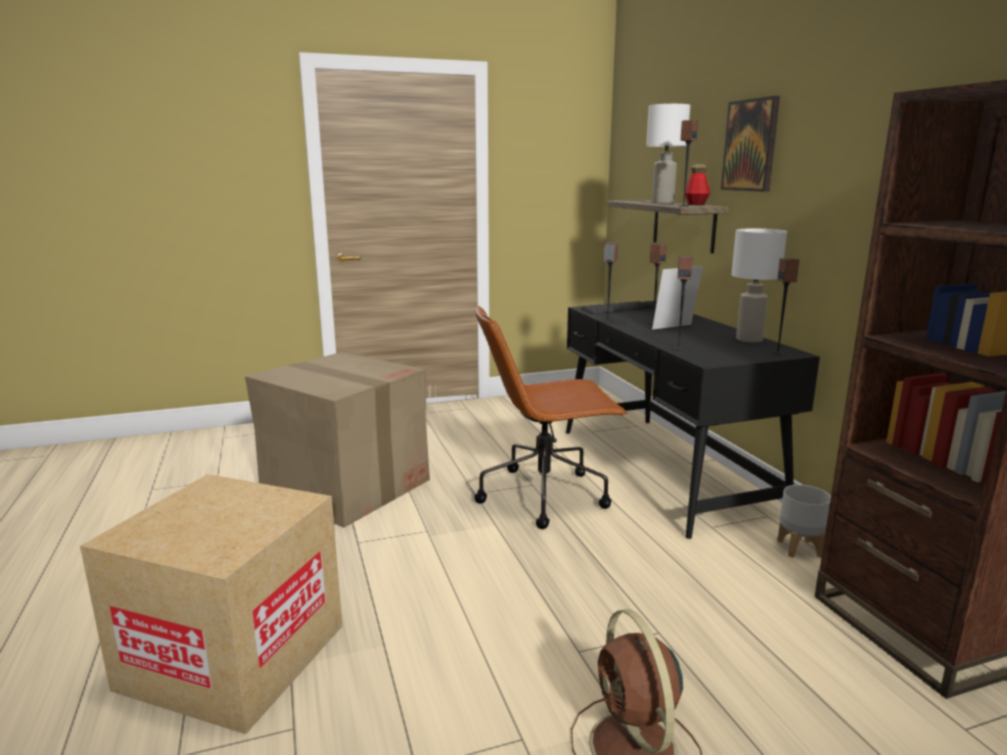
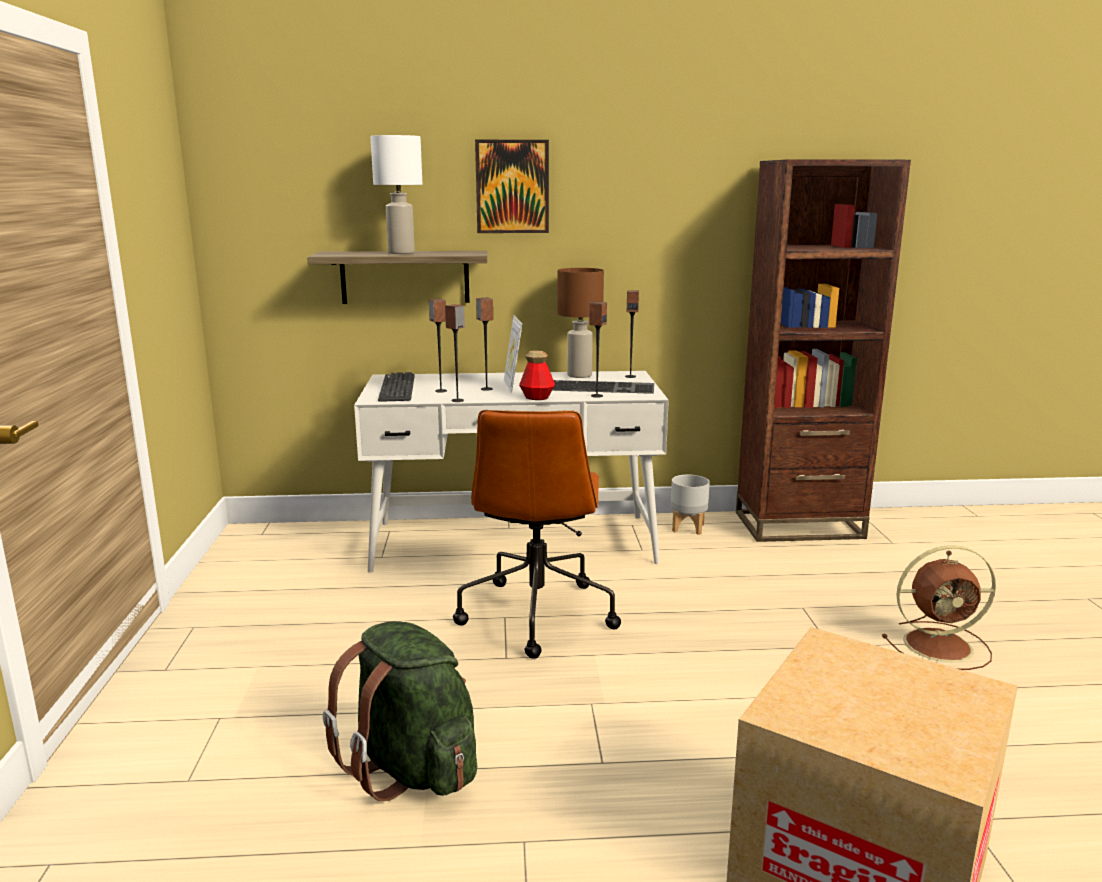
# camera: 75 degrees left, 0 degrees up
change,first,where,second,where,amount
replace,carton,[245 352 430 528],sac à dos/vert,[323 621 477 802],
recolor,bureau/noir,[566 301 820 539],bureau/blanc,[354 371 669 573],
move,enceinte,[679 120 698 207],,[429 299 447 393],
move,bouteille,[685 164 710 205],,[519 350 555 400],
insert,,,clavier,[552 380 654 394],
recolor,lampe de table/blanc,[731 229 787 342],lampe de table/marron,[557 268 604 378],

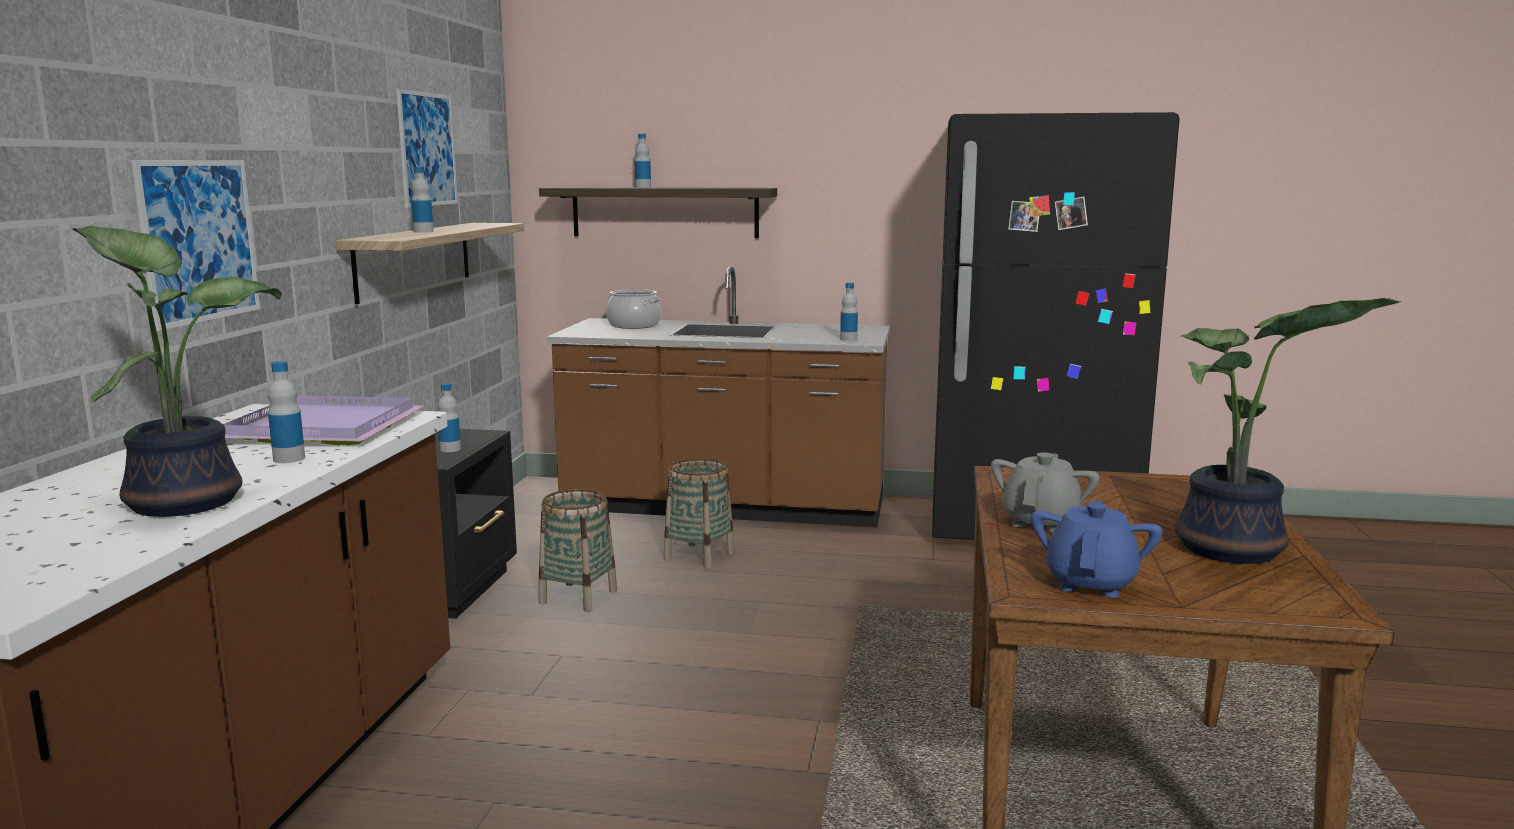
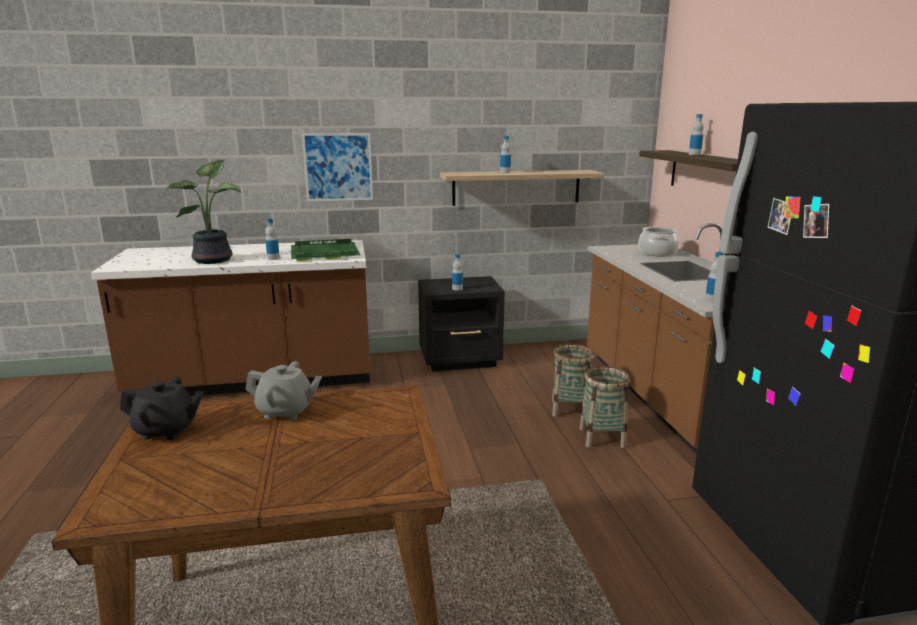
# camera: 70 degrees right, 5 degrees up
change,first,where,second,where,amount
recolor,théière/bleu,[1031 500 1163 598],théière/noir,[120 377 204 440],
recolor,plateau/violet,[223 395 424 446],plateau/vert,[291 239 360 261],
move,panier,[539 489 617 612],,[580 366 630 448],
delete,tableau,[396 89 458 208],,,
delete,plante en pot,[1175 298 1401 564],,,

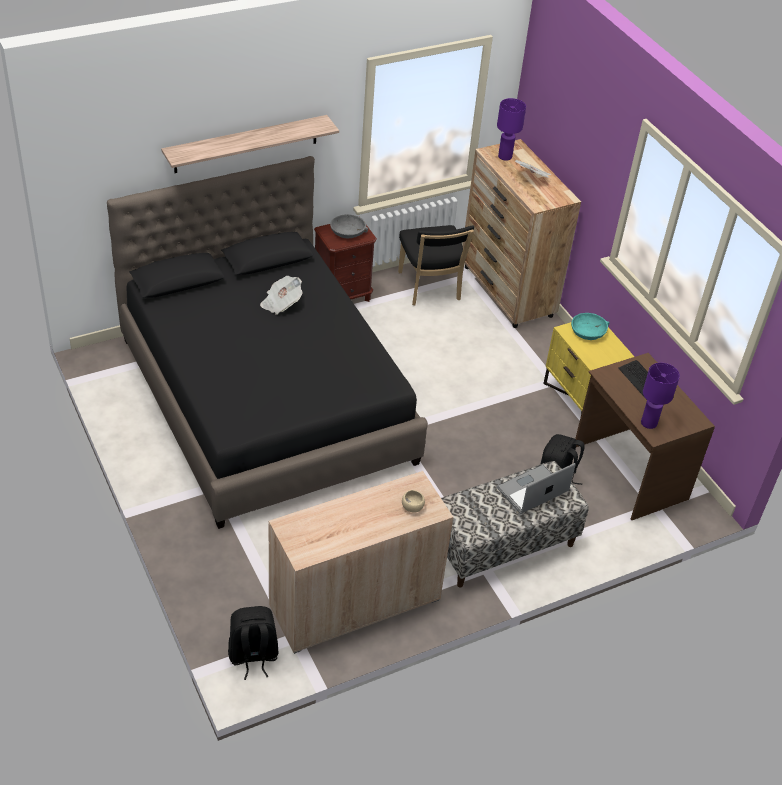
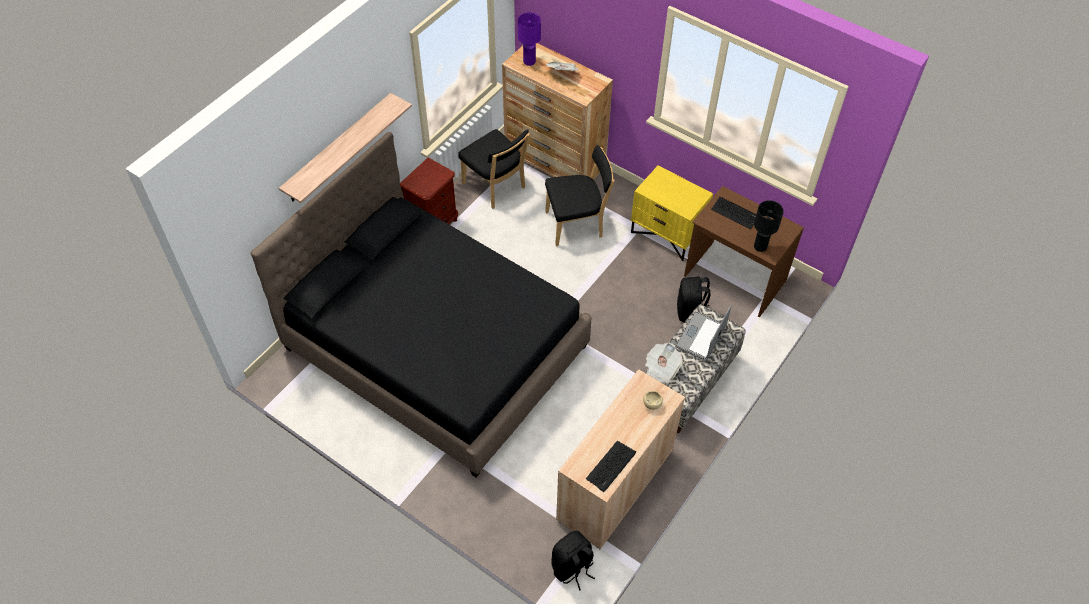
# camera: 25 degrees left, 10 degrees up
change,first,where,second,where,amount
insert,,,chaise/noir,[545 145 614 246],
insert,,,clavier,[586 441 636 492],
move,journal,[260 276 303 315],,[645 343 683 383],
recolor,lampe de table/violet,[641 363 680 429],lampe de table/noir,[754 200 784 252],
delete,bol/gris,[330 214 368 238],,,
delete,bol/turquoise,[571 313 610 340],,,

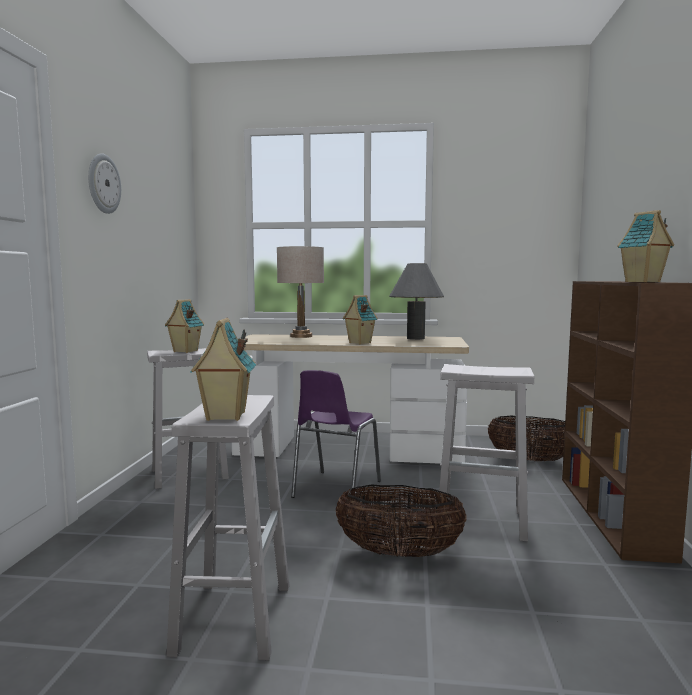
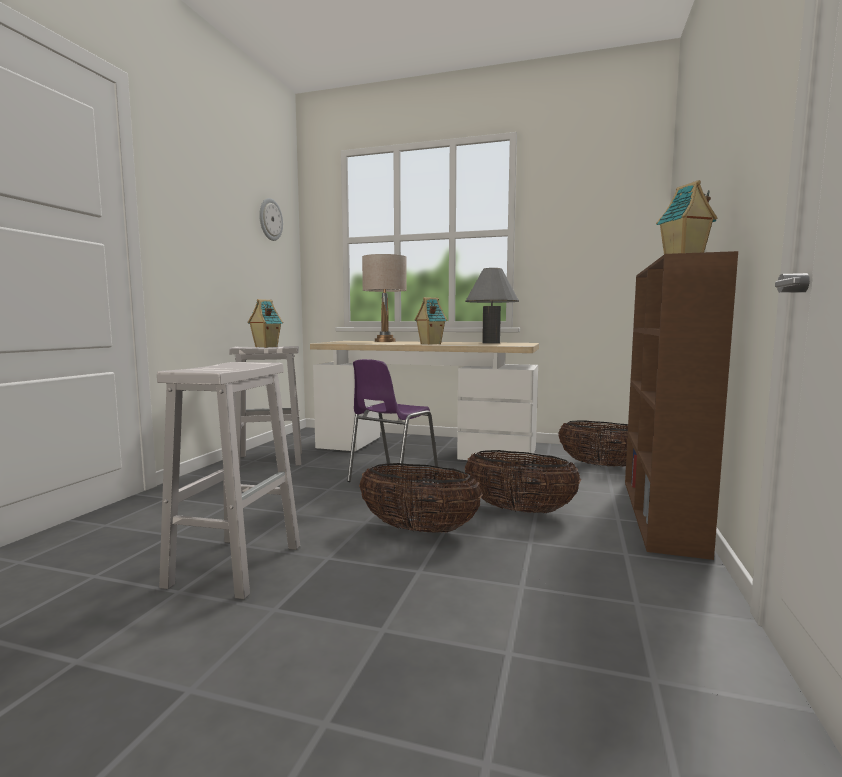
# camera: 10 degrees right, 0 degrees up
change,first,where,second,where,amount
move,horloge murale,[88 153 121 214],,[259 198 283 241],
replace,tabouret/blanc,[439 364 534 542],panier,[465 450 581 513],
delete,maison miniature,[191 318 256 421],,,

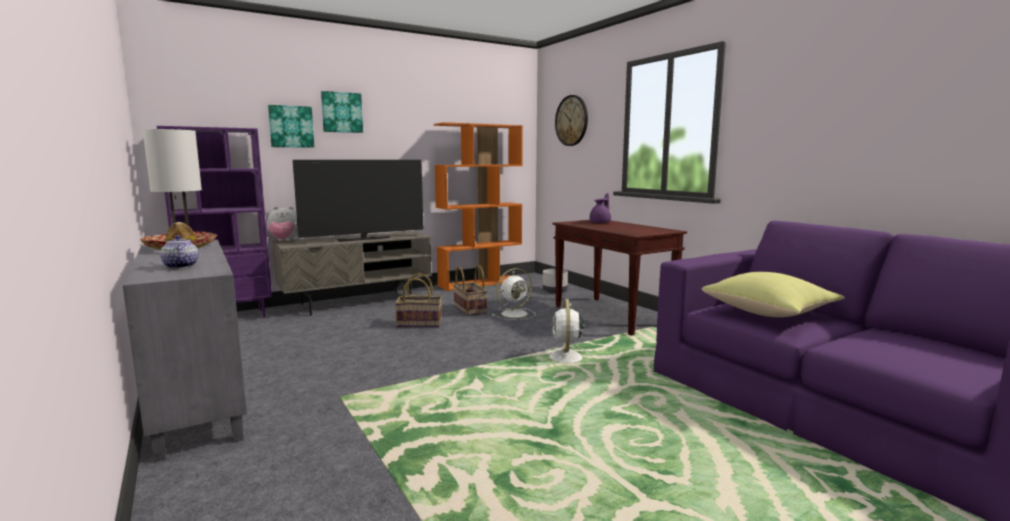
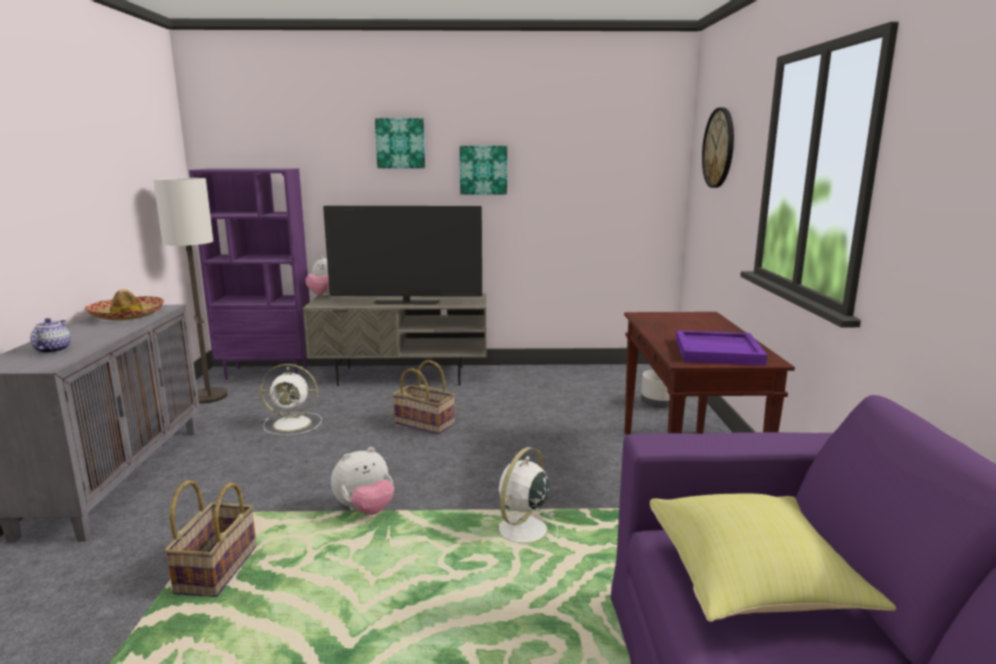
# camera: 30 degrees right, 5 degrees up
change,first,where,second,where,amount
move,panier,[453 265 487 316],,[164 480 257 597],
move,ventilateur/blanc,[492 268 536 320],,[260 364 322 435],
insert,,,peluche,[331 447 394 515],
move,tableau,[268 105 314 148],,[460 146 507 194],
insert,,,plateau/violet,[676 330 767 366],
delete,bibliothèque/orange,[434 122 523 291],,,
delete,théière/violet,[590 193 611 223],,,

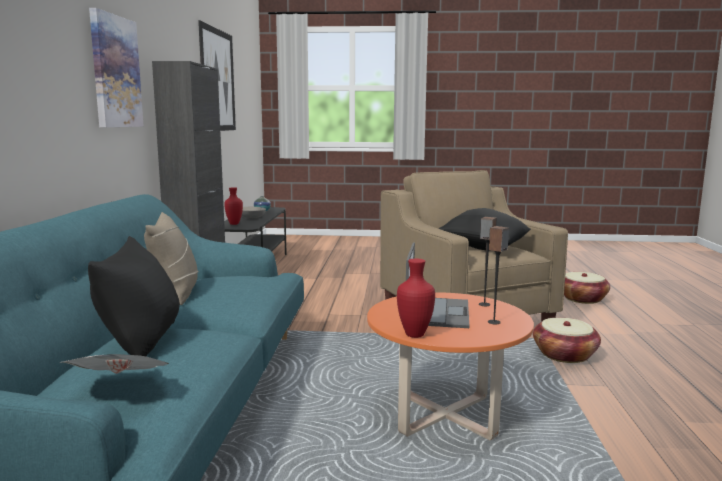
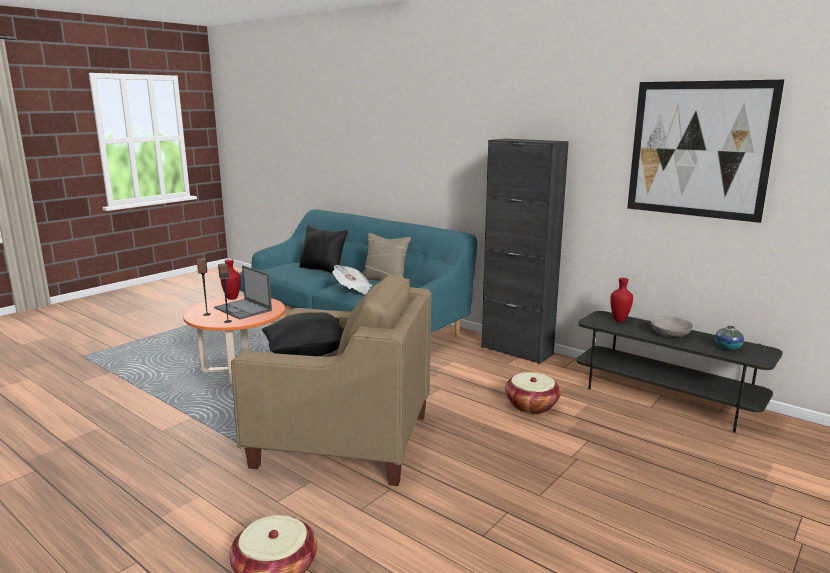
# camera: 125 degrees right, 5 degrees up
change,first,where,second,where,amount
move,journal,[61 354 168 374],,[332 265 372 294],
move,panier,[533 318 601 363],,[505 372 561 414],
delete,tableau,[89 8 144 127],,,

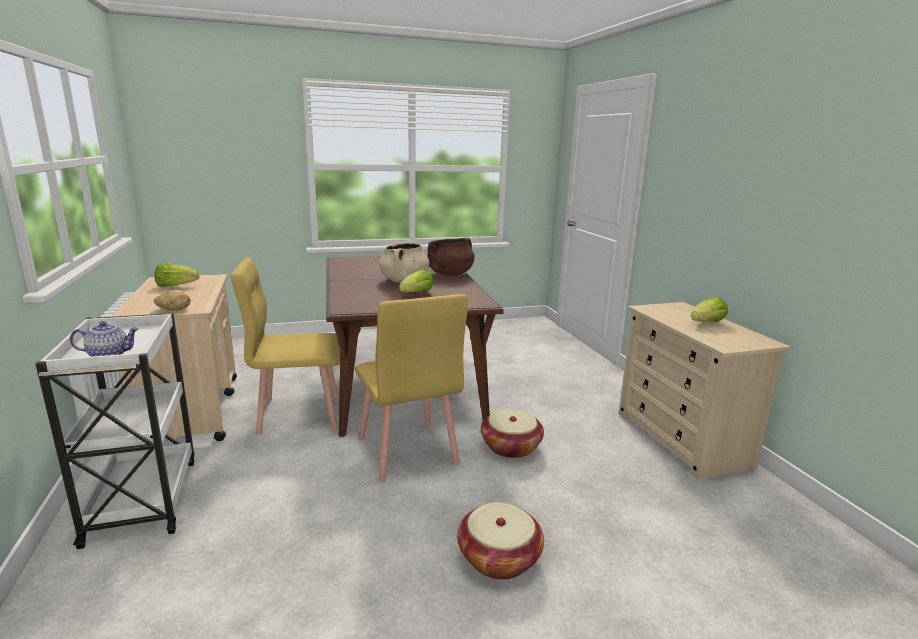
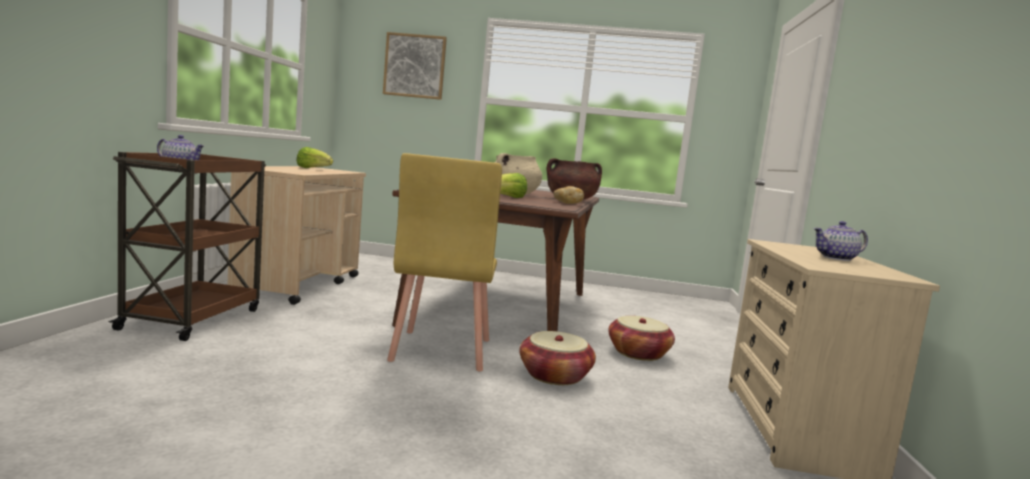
# camera: 25 degrees right, 10 degrees down
change,first,where,second,where,amount
recolor,chariot/blanc,[35 313 195 549],chariot/marron,[109 152 266 341],
insert,,,tableau,[383 32 447 100],
move,pain,[154 290 191 311],,[553 186 584 204],
move,panier,[457 502 544 579],,[608 316 675 361],
replace,laitue,[691 297 728 322],théière,[814 221 868 261],
delete,chaise/jaune,[231 258 341 435],,,

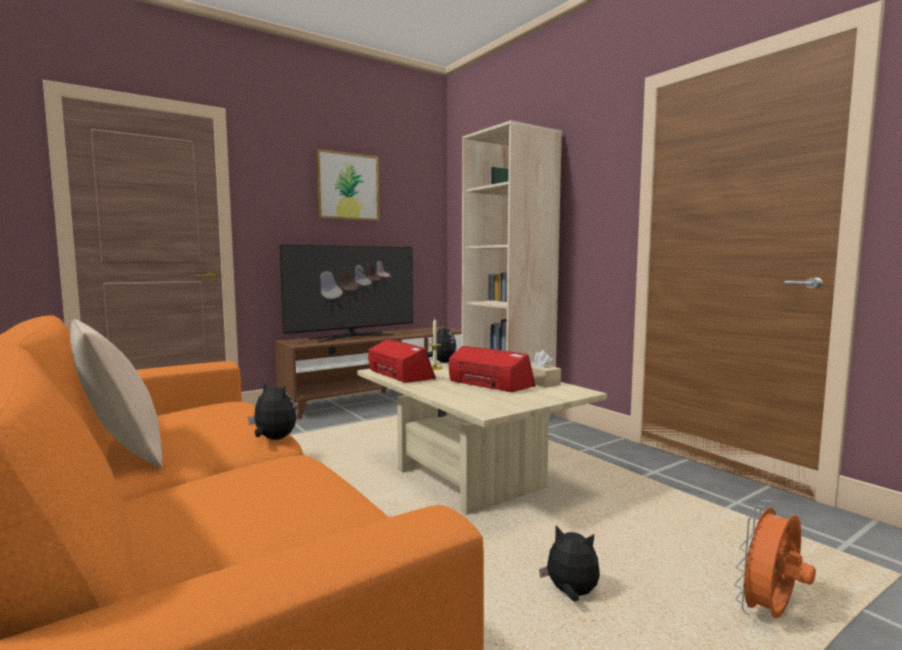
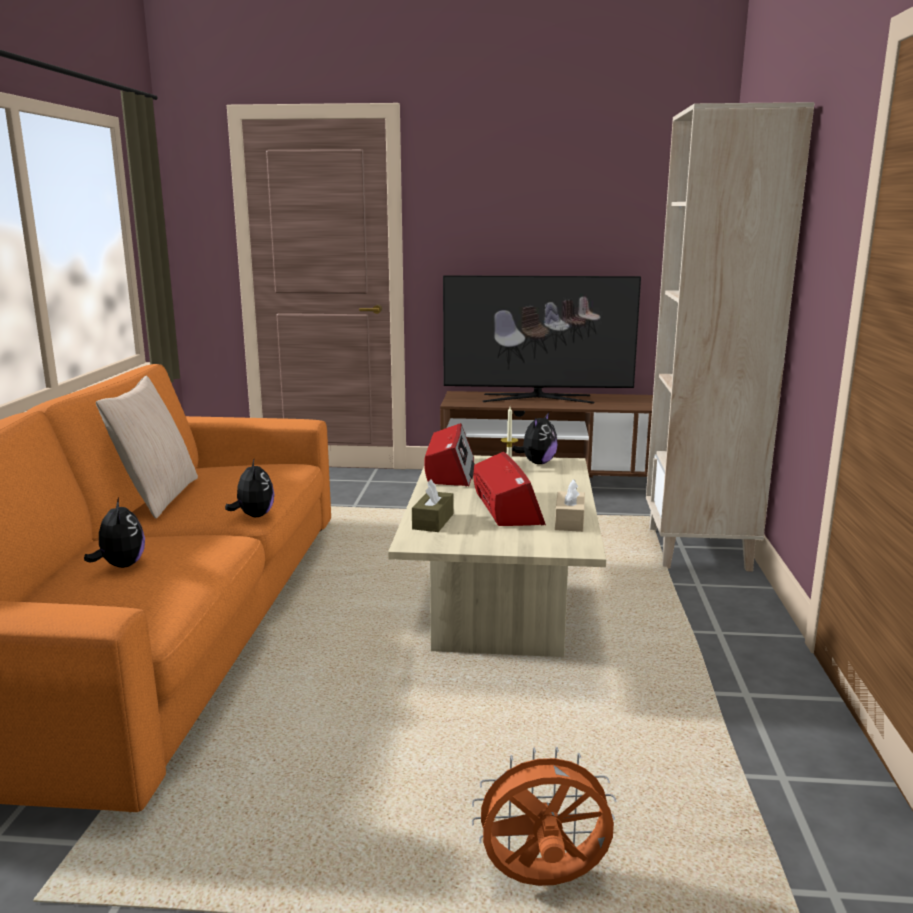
# camera: 40 degrees right, 10 degrees up
change,first,where,second,where,amount
move,peluche,[539 525 600 601],,[84 498 145 568],
insert,,,boîte à mouchoirs/marron,[412 479 454 532],
delete,tableau,[316 149 379 221],,,

